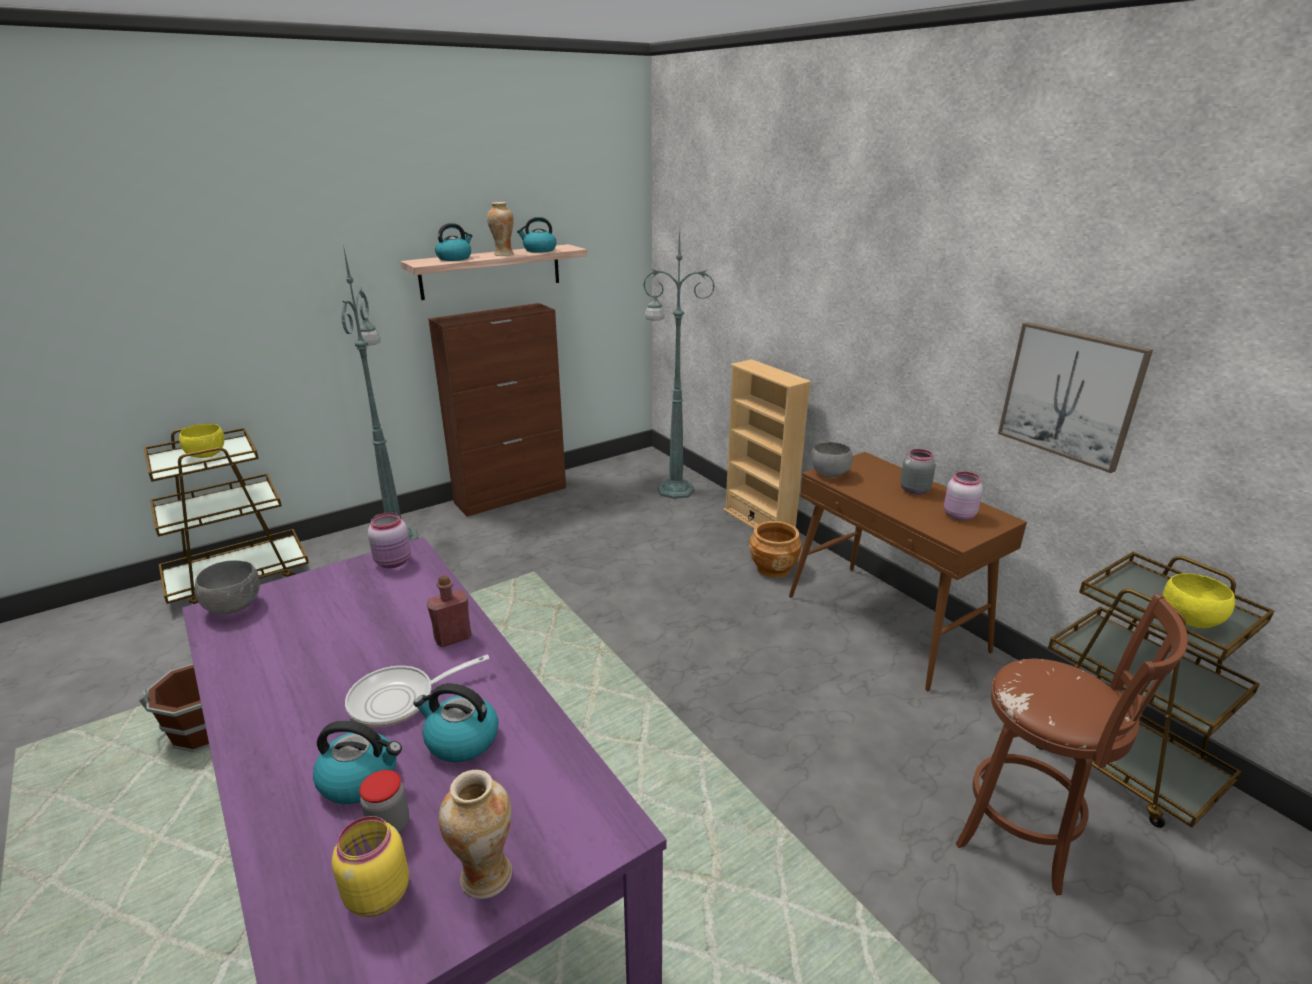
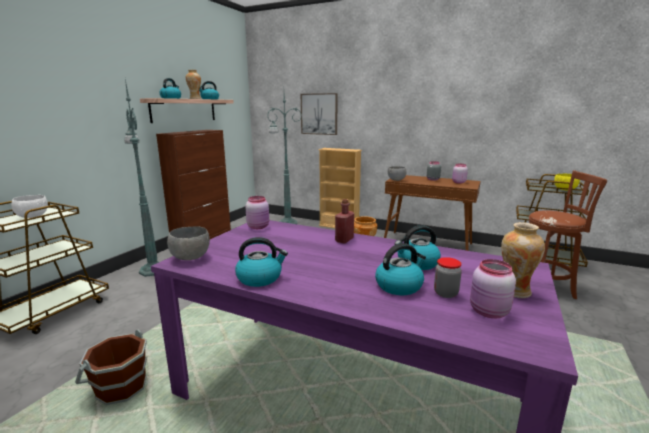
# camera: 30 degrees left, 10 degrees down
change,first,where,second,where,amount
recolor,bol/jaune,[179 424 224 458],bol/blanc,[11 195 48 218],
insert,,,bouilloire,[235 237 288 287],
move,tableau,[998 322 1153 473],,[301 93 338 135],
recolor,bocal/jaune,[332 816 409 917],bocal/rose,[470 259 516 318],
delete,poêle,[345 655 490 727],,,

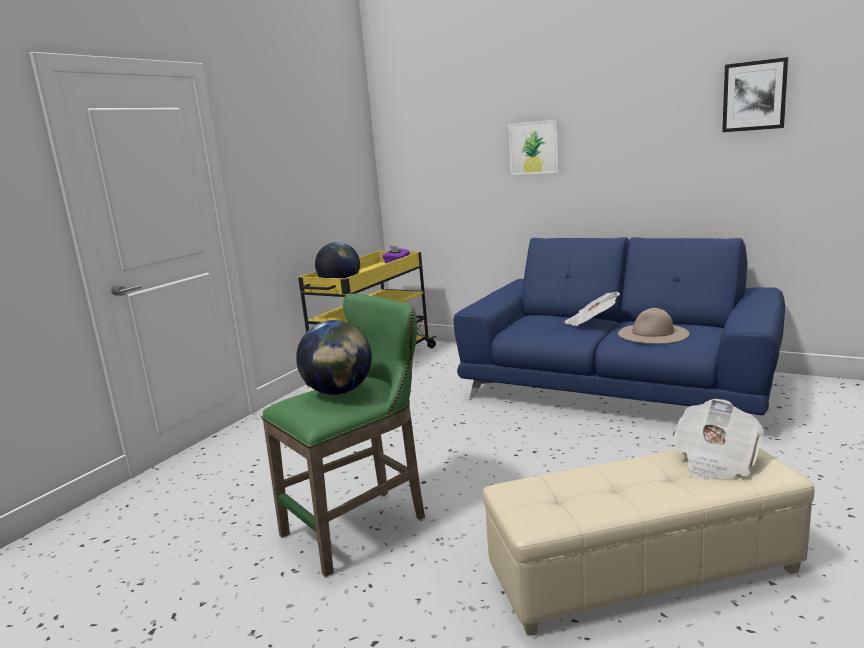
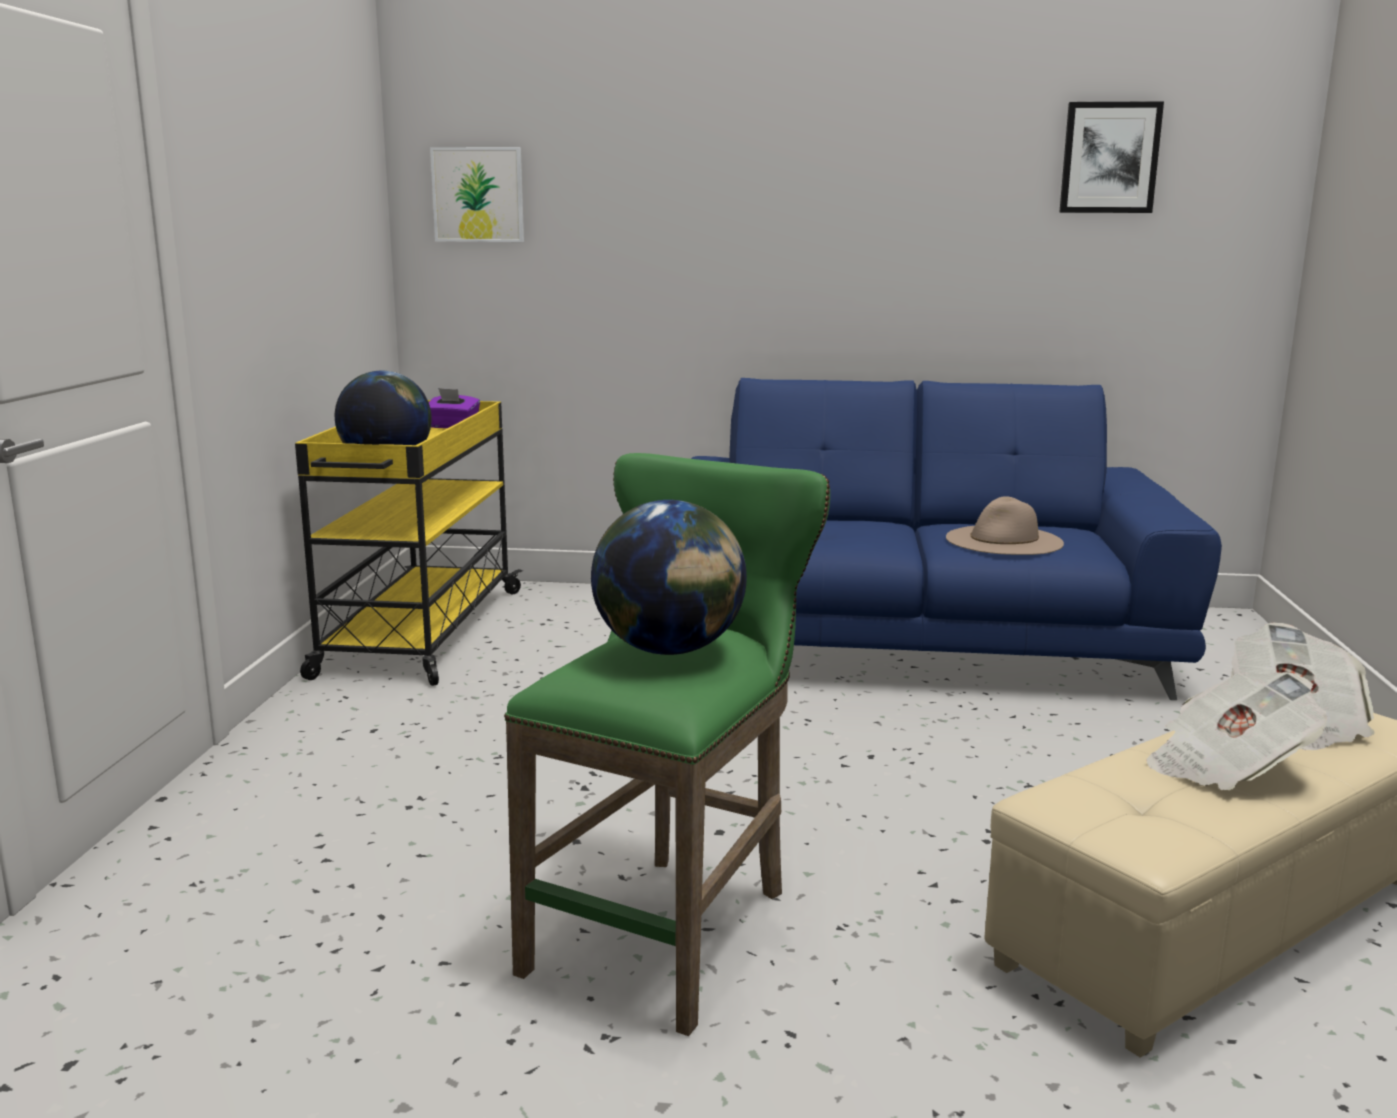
# camera: 25 degrees left, 0 degrees up
change,first,where,second,where,amount
move,tableau,[509 120 559 175],,[430 147 524 242],
move,journal,[565 292 620 326],,[1146 672 1327 790],

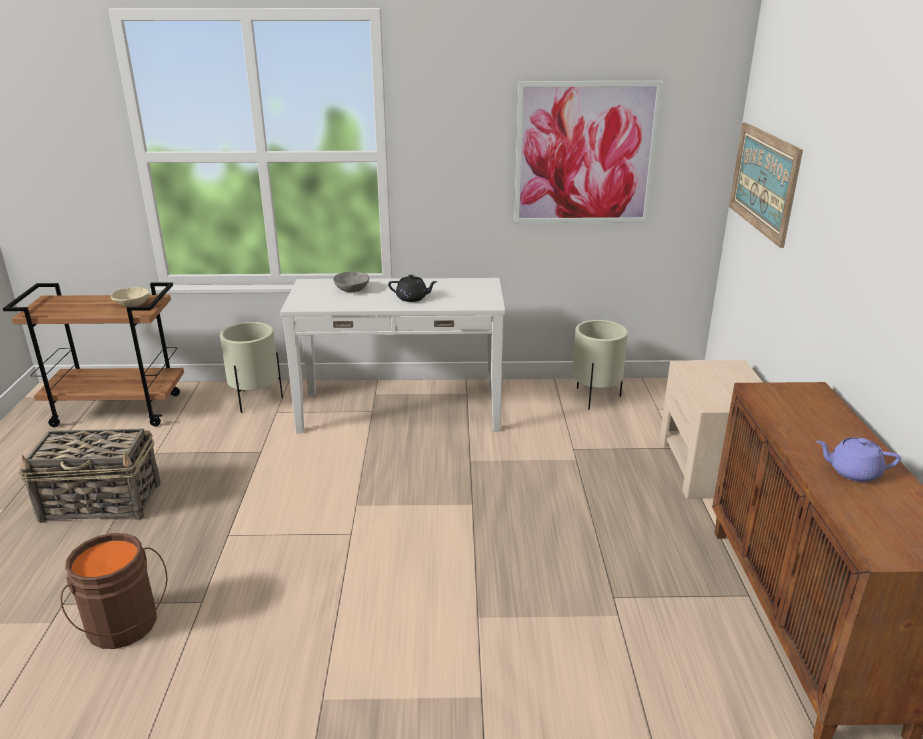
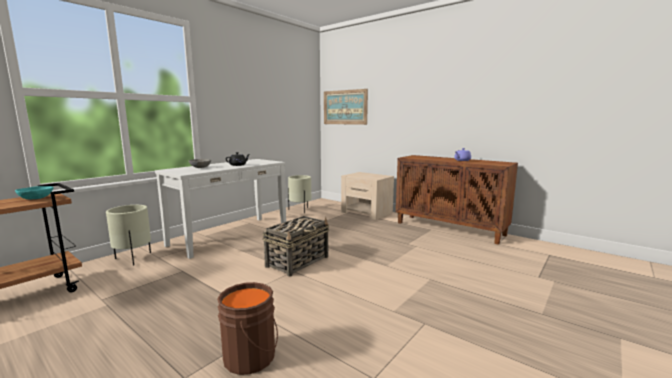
# camera: 50 degrees left, 15 degrees down
change,first,where,second,where,amount
recolor,bol/beige,[111 287 150 307],bol/turquoise,[15 186 53 199],
move,panier,[19 428 161 523],,[263 216 329 277],
delete,tableau,[514 81 663 223],,,

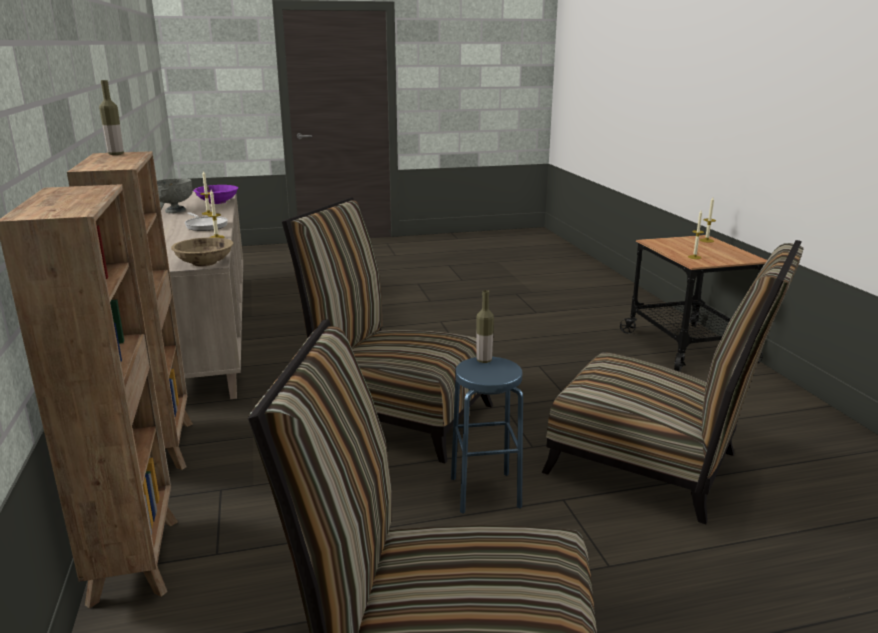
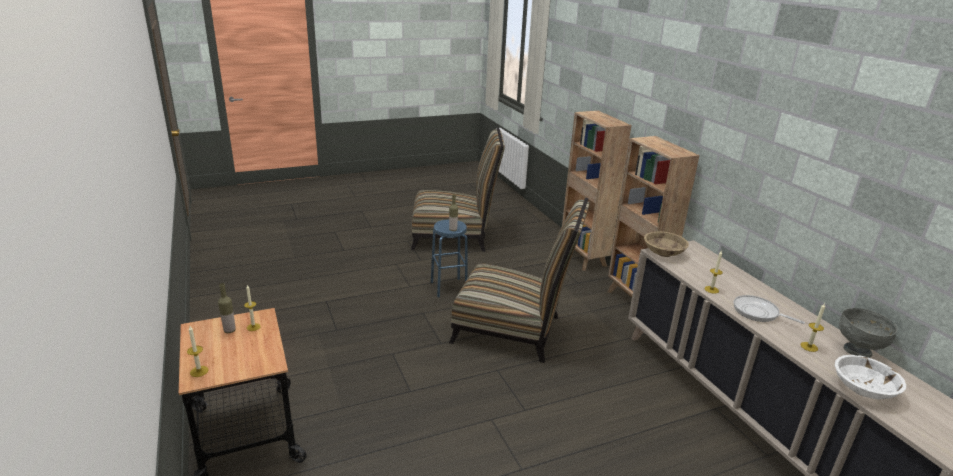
# camera: 170 degrees right, 5 degrees up
change,first,where,second,where,amount
move,bouteille,[99 80 124 155],,[218 283 236 333],
recolor,bol/violet,[193 185 238 204],bol/blanc,[834 355 906 400],
delete,chaise,[542 240 804 524],,,

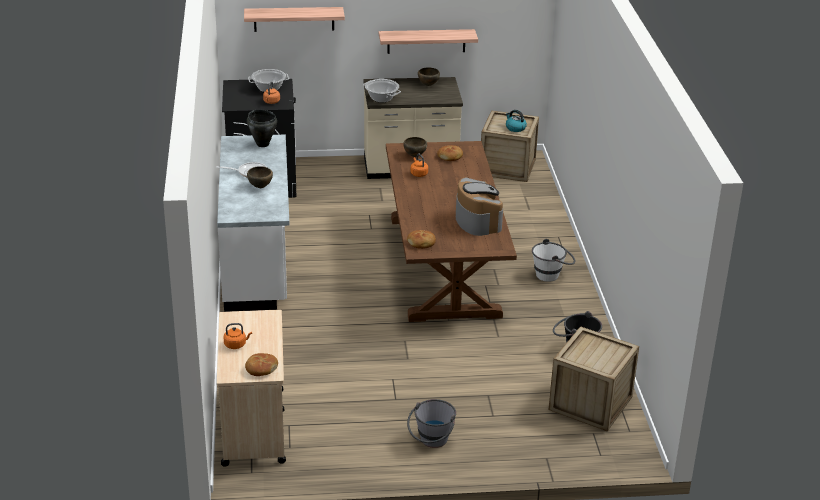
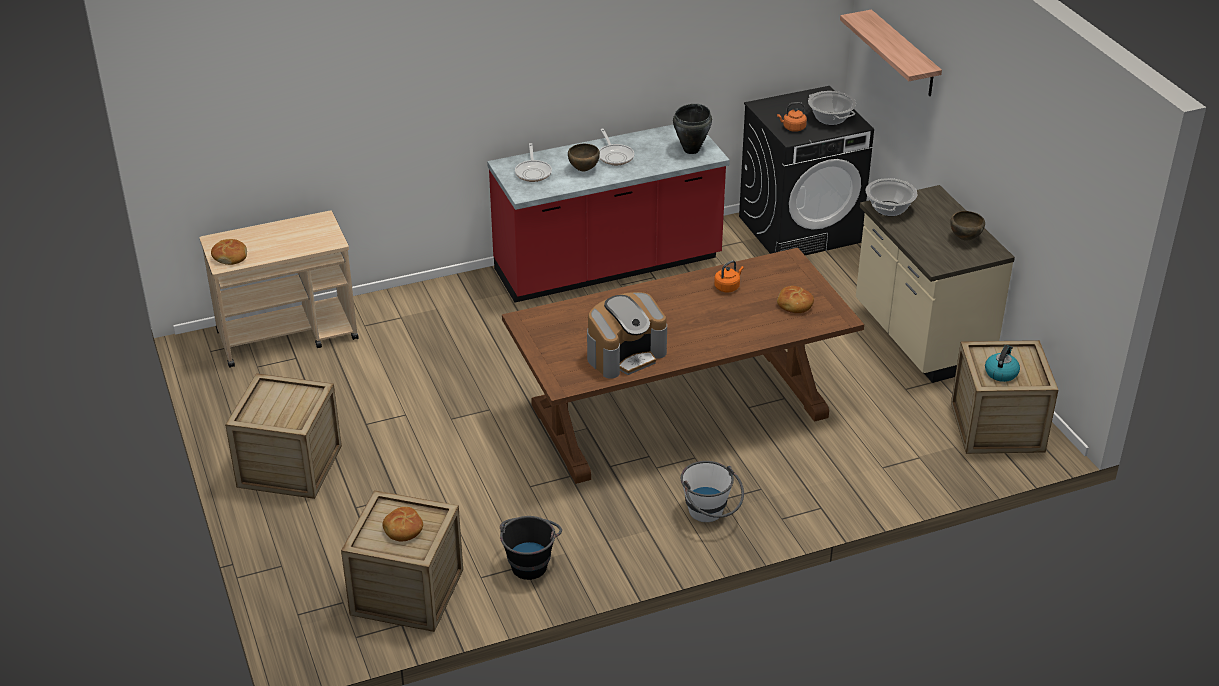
# camera: 75 degrees right, 5 degrees up
change,first,where,second,where,amount
replace,seau/gris,[407 399 456 448],caisse,[225 373 342 499],
move,pain,[407 230 436 249],,[382 507 423 542],
recolor,comptoir de cuisine/blanc,[217 135 290 312],comptoir de cuisine/rouge,[487 125 730 303],
insert,,,poêle,[515 143 552 182],
delete,bouilloire/orange,[224 323 252 349],,,
delete,étagère,[379 29 478 54],,,
delete,bol/marron,[403 137 427 157],,,

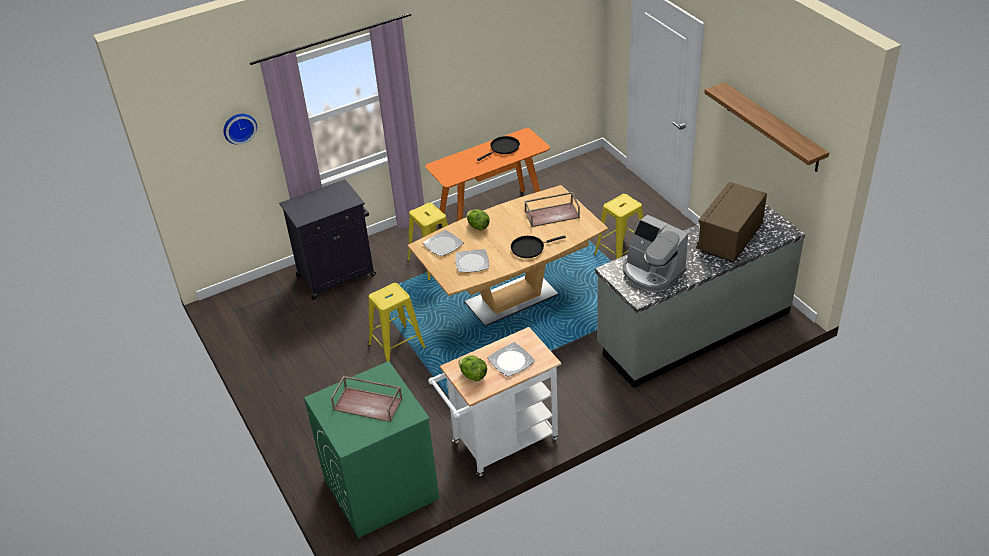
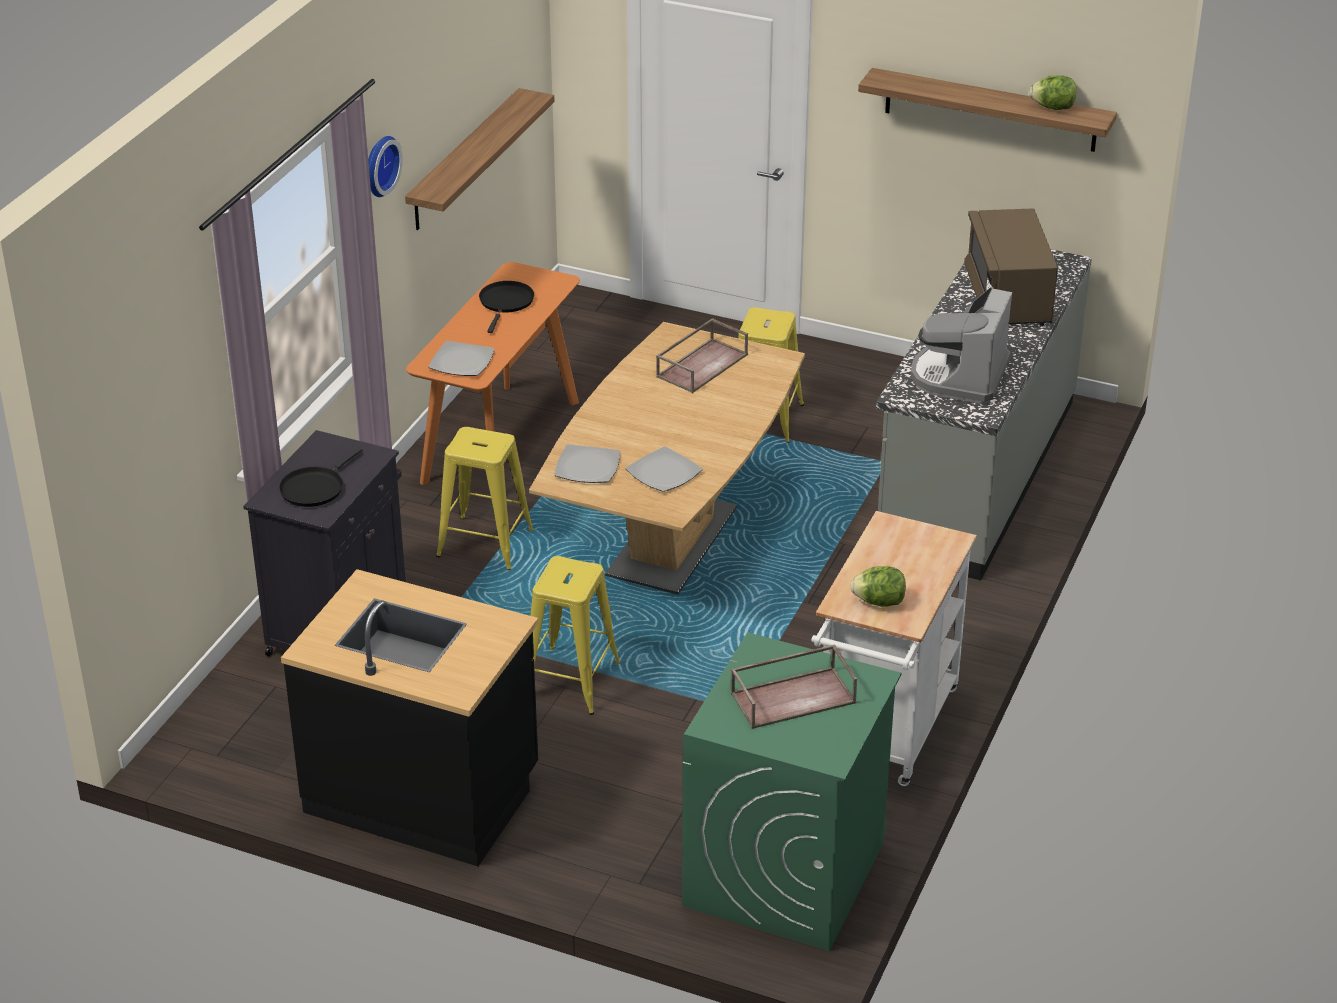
# camera: 40 degrees left, 5 degrees down
change,first,where,second,where,amount
move,poêle/noir,[511 235 566 258],,[279 447 363 507],
insert,,,comptoir de cuisine/noir,[281 569 538 866],
move,horloge murale,[224 114 257 145],,[368 136 403 197],
insert,,,étagère,[405 88 554 230],
move,assiette,[488 342 535 377],,[429 341 495 376],
rotate,machine à café,[623 214 688 292],,[911 287 1012 404],105 degrees clockwise
move,laitue,[466 209 490 230],,[1029 75 1076 110],

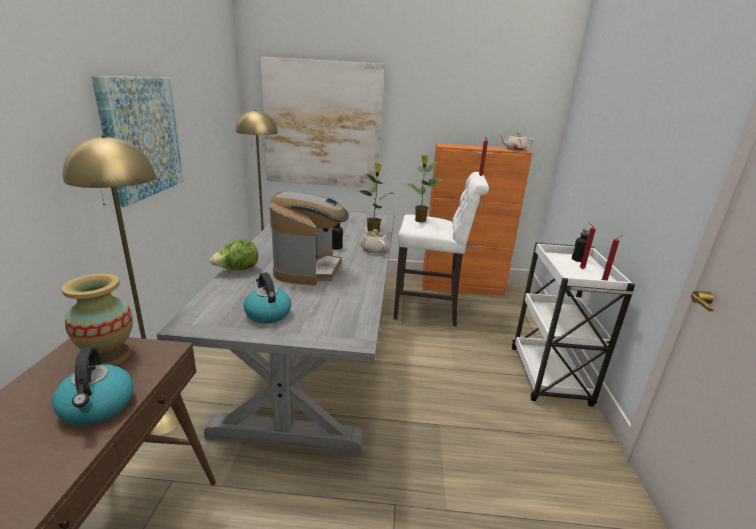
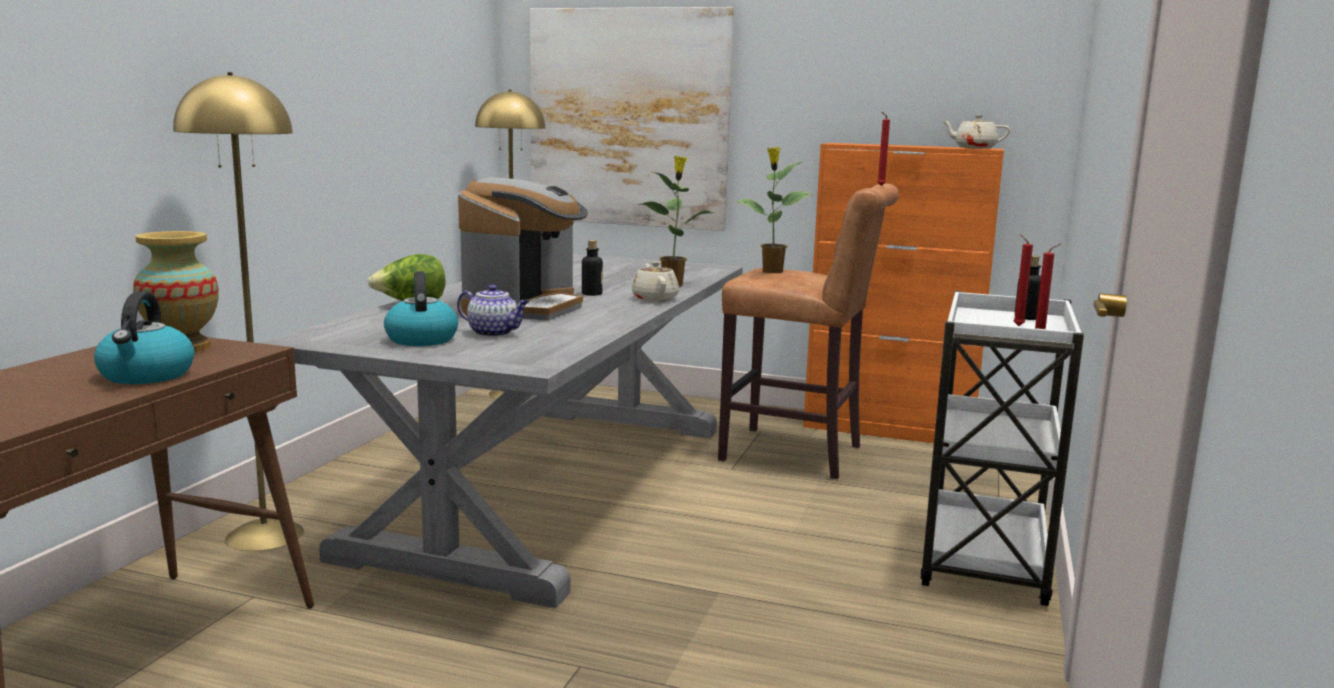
# camera: 15 degrees right, 10 degrees down
change,first,where,second,where,amount
insert,,,théière,[457 284 529 337],
recolor,tabouret/blanc,[393 172 489 326],tabouret/marron,[718 183 899 480],
delete,tableau,[91 76 184 207],,,

